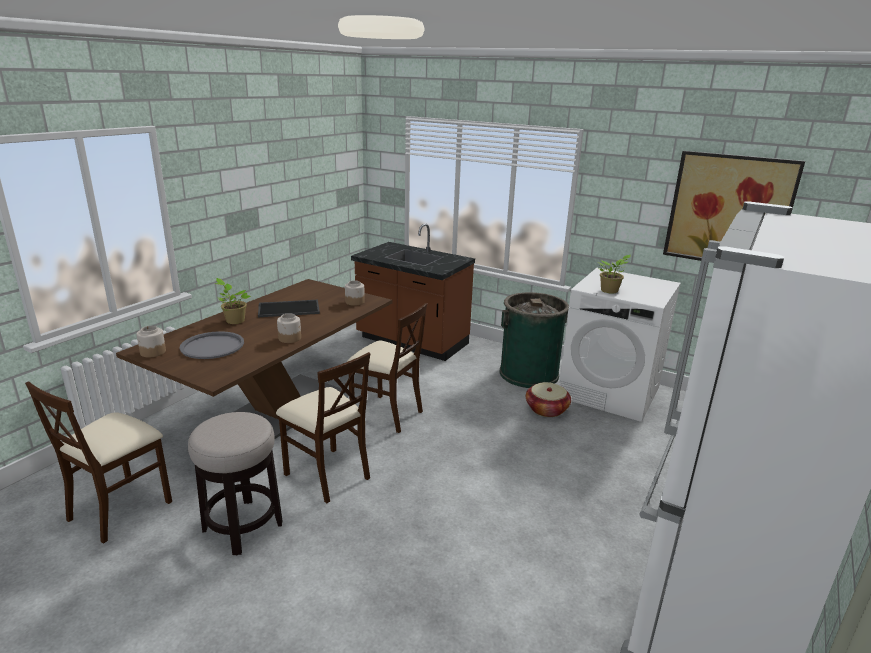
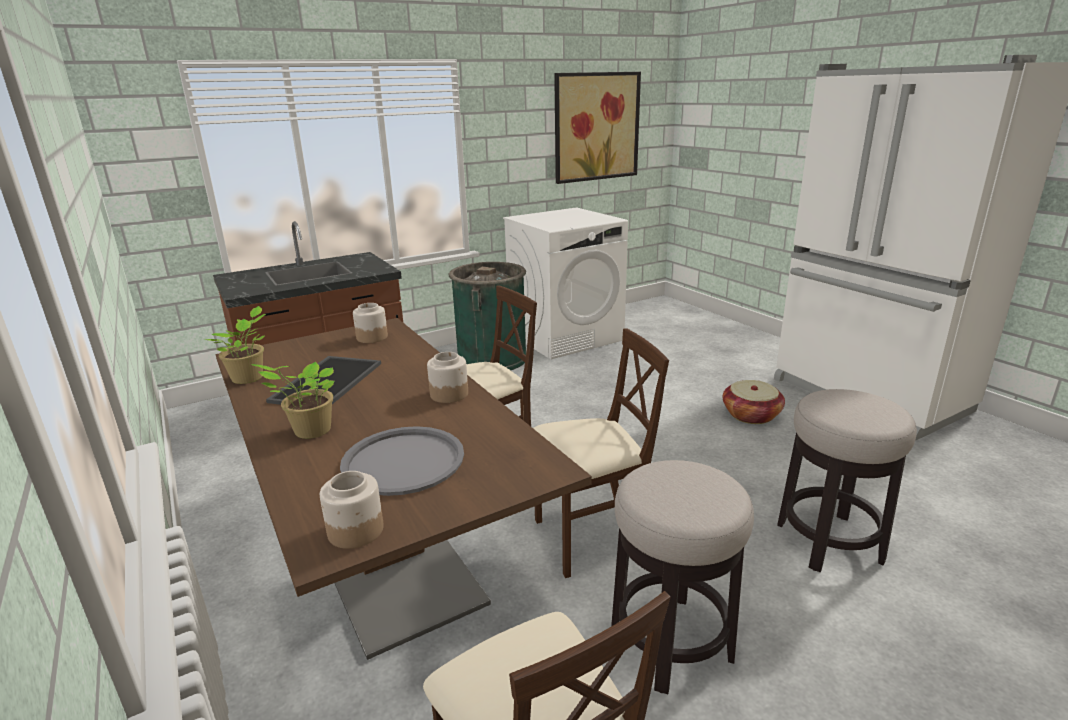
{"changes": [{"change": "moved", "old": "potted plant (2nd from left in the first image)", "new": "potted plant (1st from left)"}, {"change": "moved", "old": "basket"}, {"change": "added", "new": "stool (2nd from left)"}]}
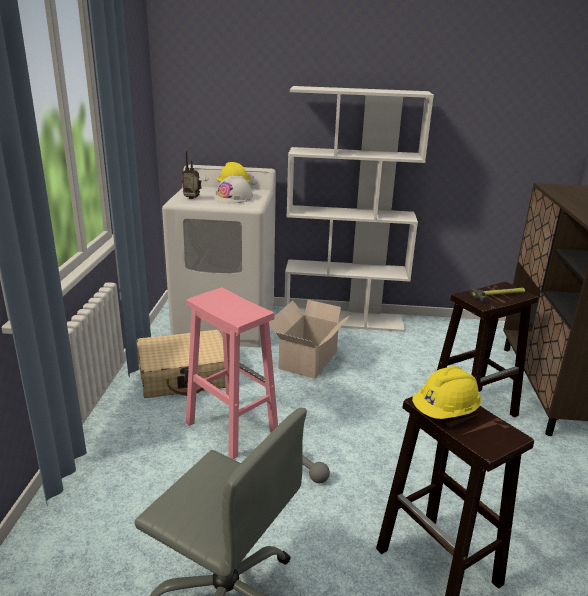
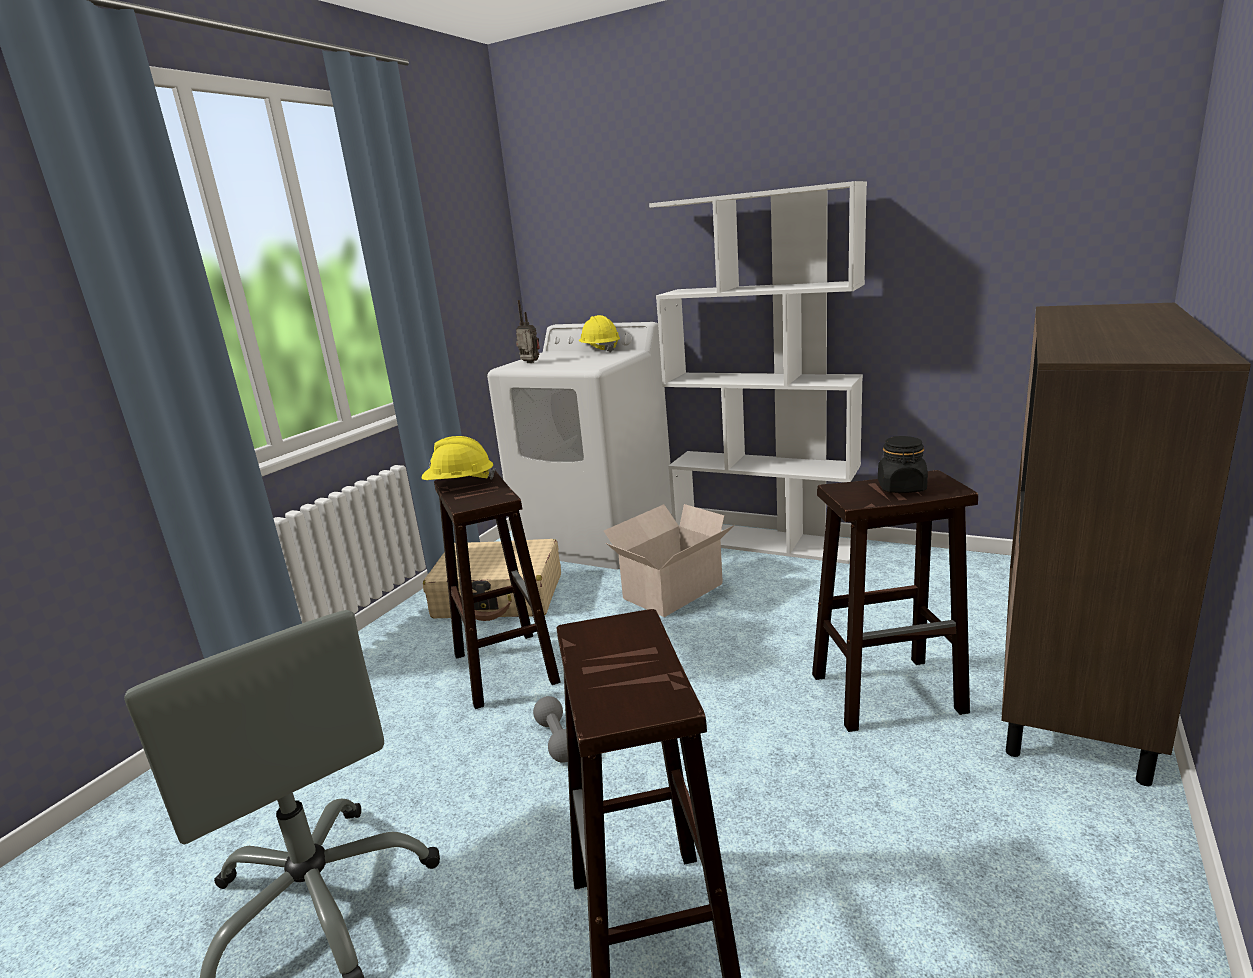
{"changes": [{"change": "moved", "old": "yellow hard hat (2nd from left in the first image)", "new": "yellow hard hat (1st from left)"}, {"change": "recoloured", "old": "pink stool", "new": "brown stool (1st from left)"}, {"change": "replaced", "old": "hammer", "new": "black jar"}, {"change": "removed", "old": "white hard hat"}]}
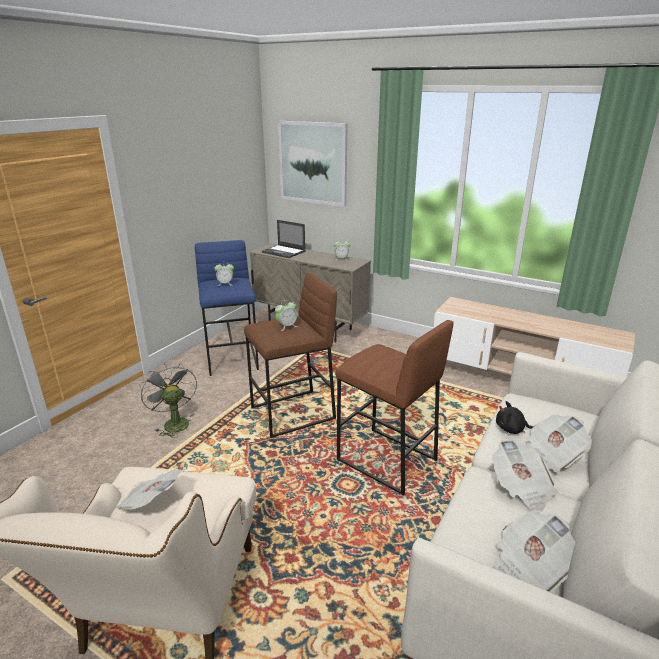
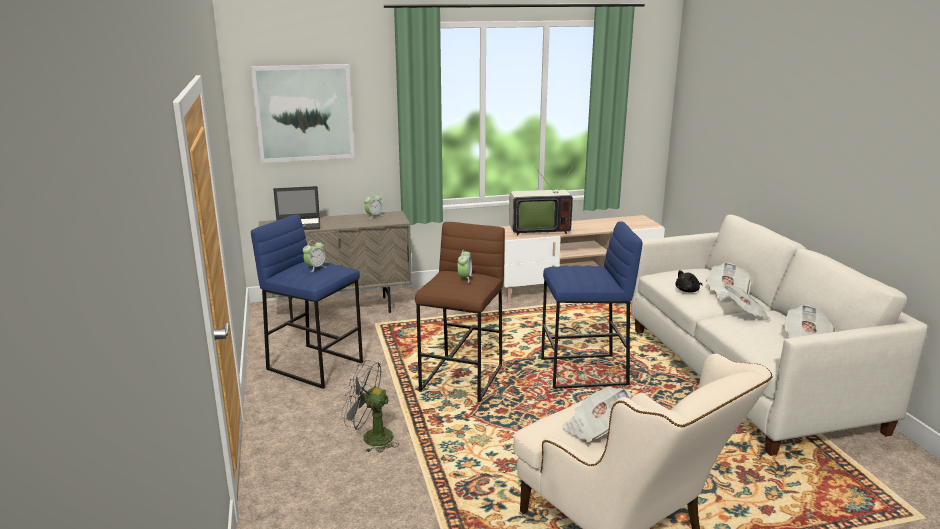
{"changes": [{"change": "added", "new": "television"}, {"change": "recoloured", "old": "brown stool (2nd from left)", "new": "blue stool (2nd from left)"}]}
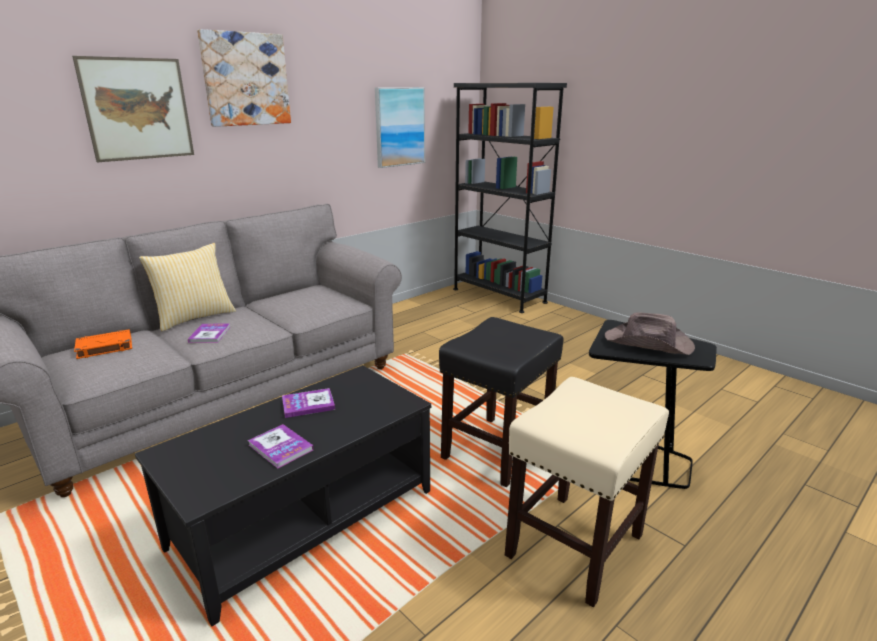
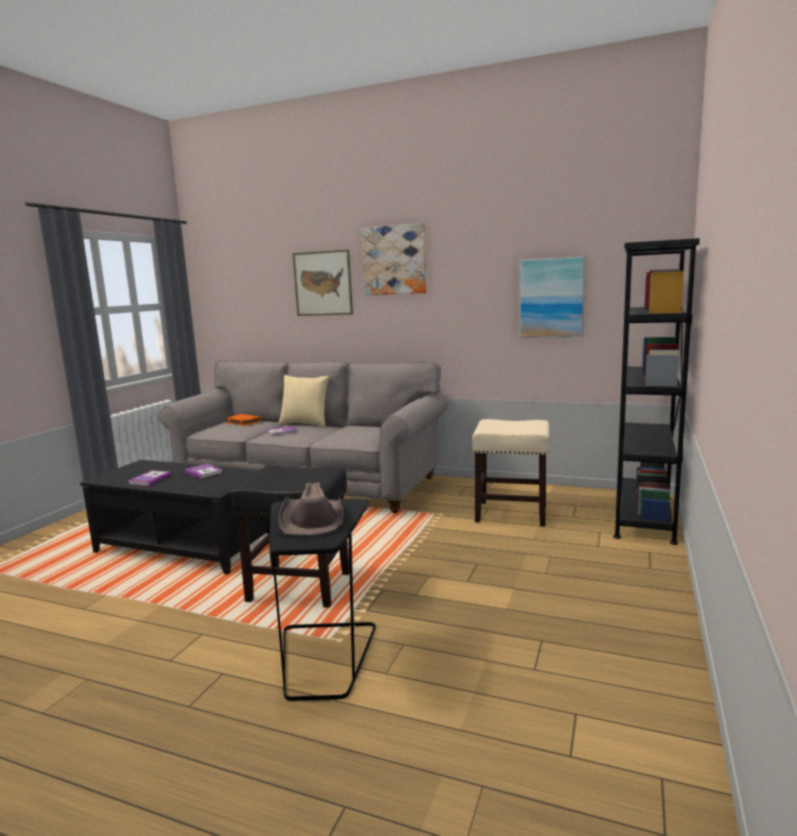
{"changes": [{"change": "moved", "old": "beige stool"}]}
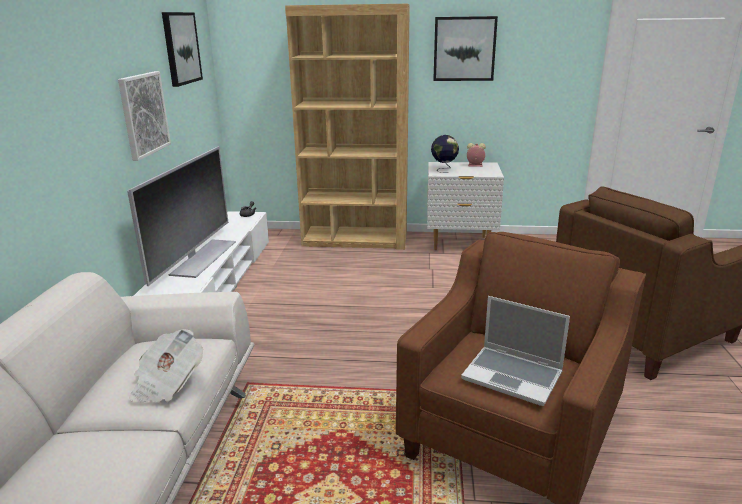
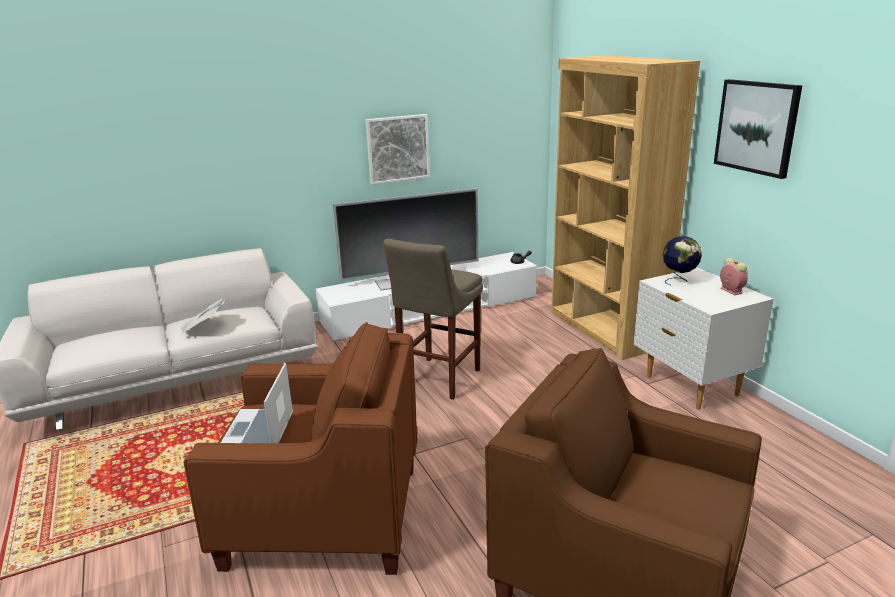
{"changes": [{"change": "added", "new": "beige stool"}, {"change": "removed", "old": "picture (2nd from left)"}]}
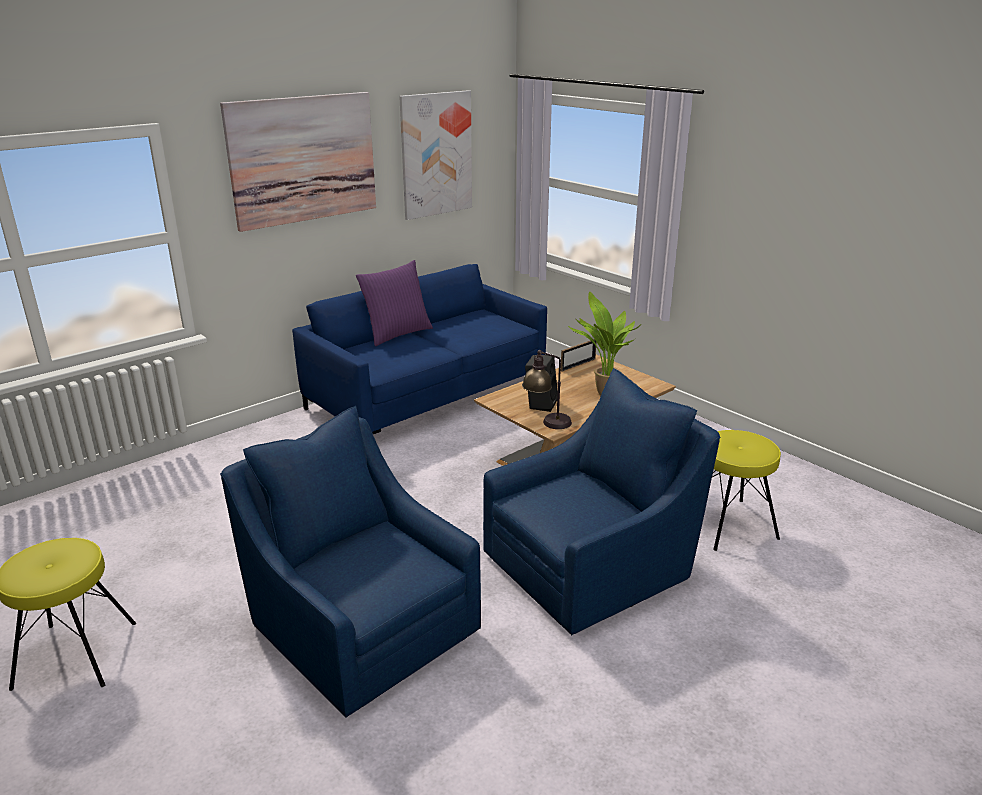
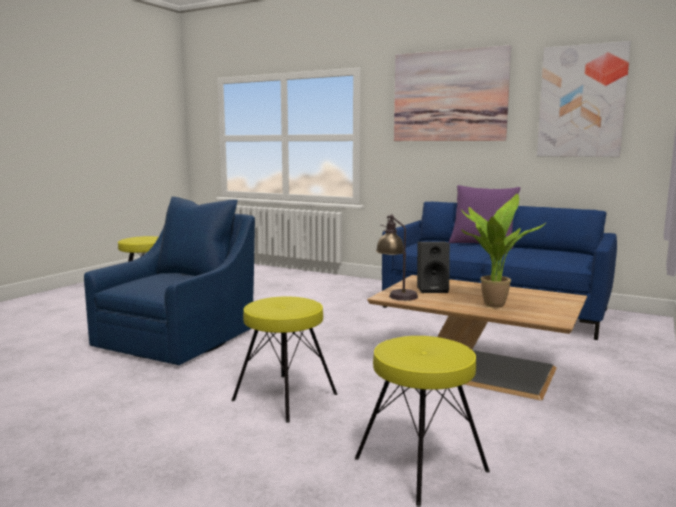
{"changes": [{"change": "replaced", "old": "blue armchair (2nd from left)", "new": "yellow stool (2nd from left)"}, {"change": "removed", "old": "picture frame"}]}
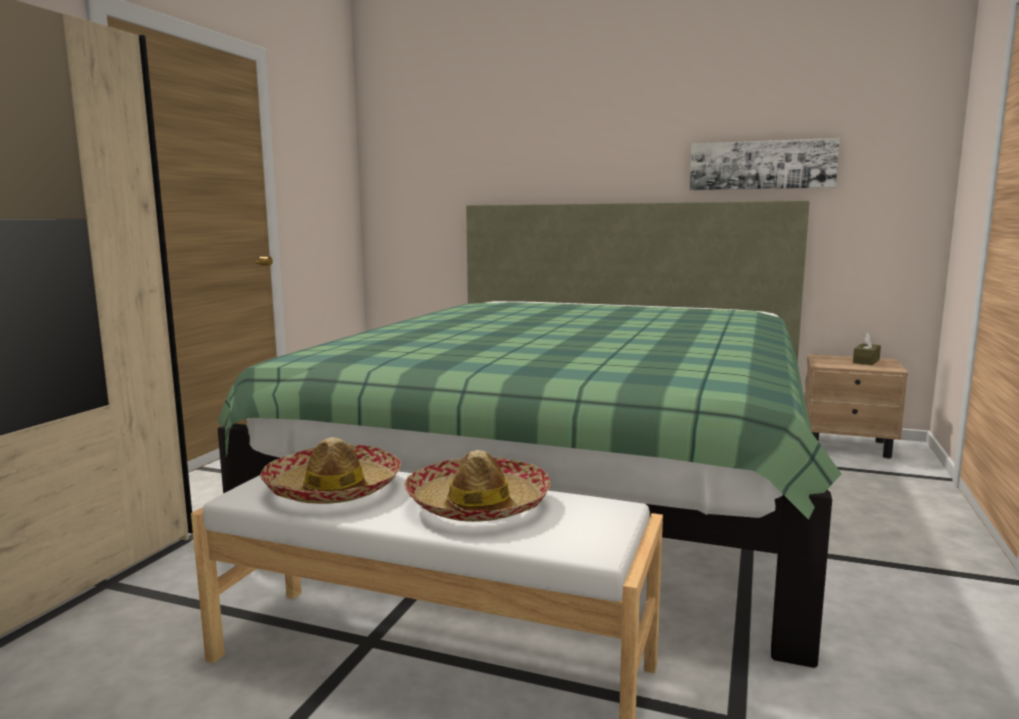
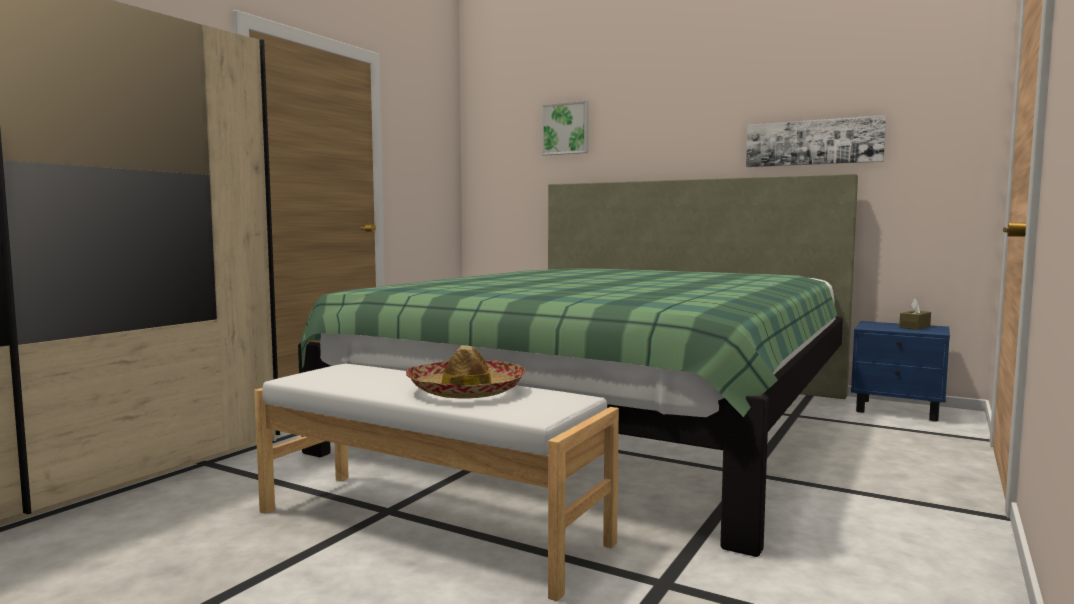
{"changes": [{"change": "added", "new": "picture (1st from left)"}, {"change": "recoloured", "old": "beige nightstand", "new": "blue nightstand"}, {"change": "removed", "old": "hat (1st from left)"}]}
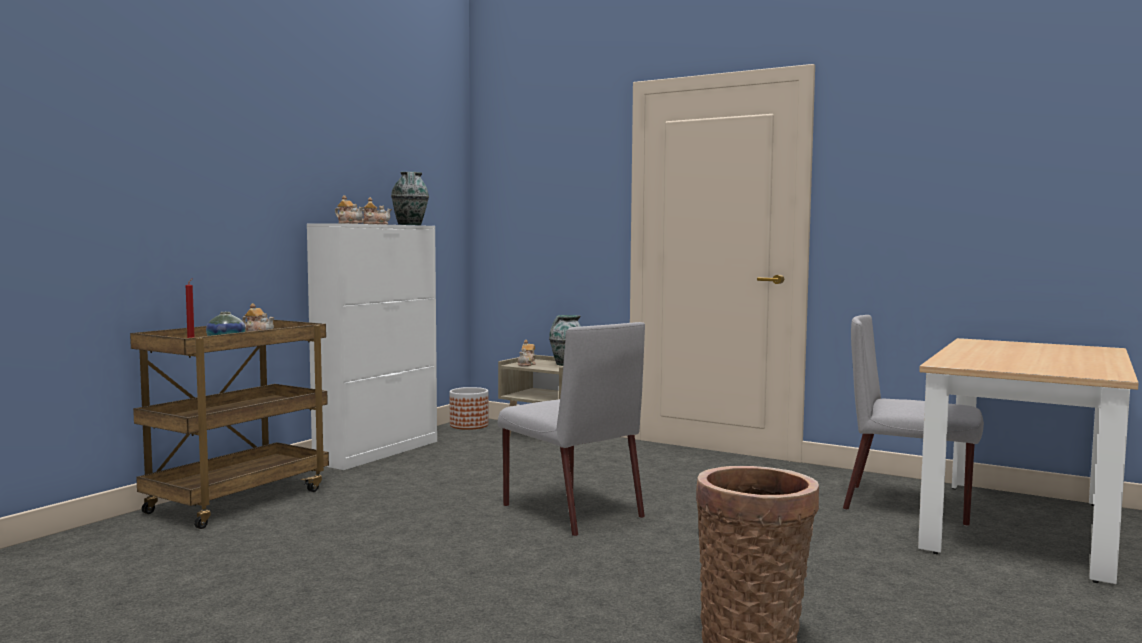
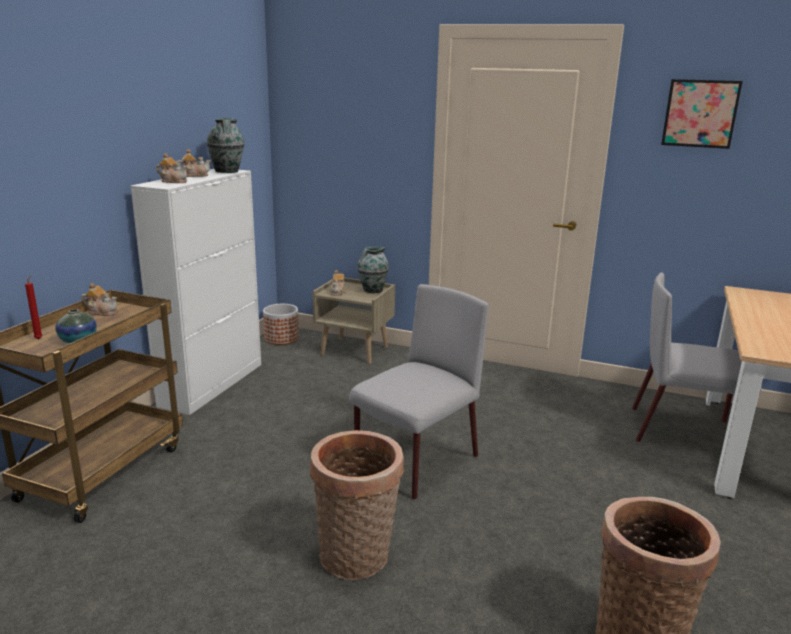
{"changes": [{"change": "added", "new": "basket (1st from left)"}, {"change": "turned", "old": "grey chair (1st from left)", "degrees": -90}, {"change": "added", "new": "picture"}]}
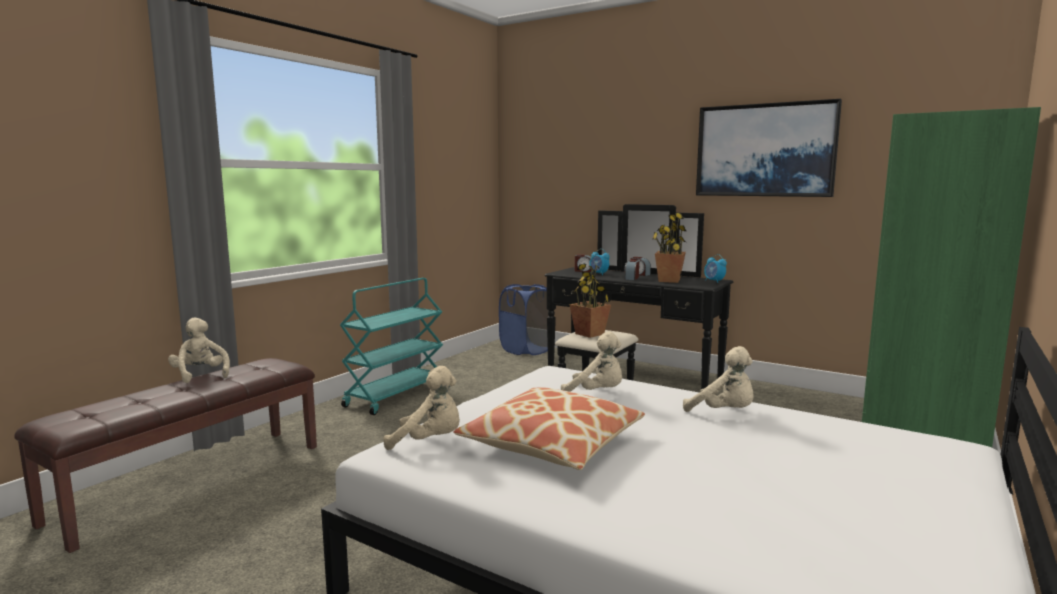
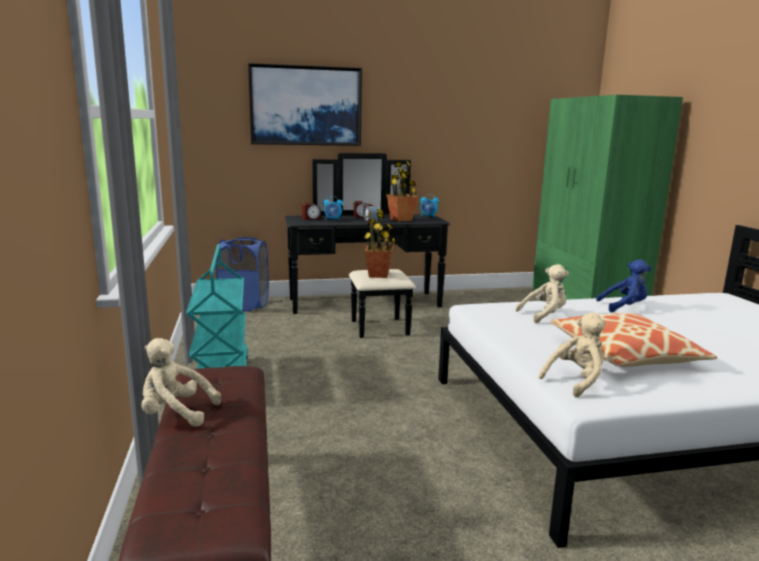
{"changes": [{"change": "moved", "old": "picture"}, {"change": "recoloured", "old": "beige plush toy (4th from left)", "new": "blue plush toy"}]}
